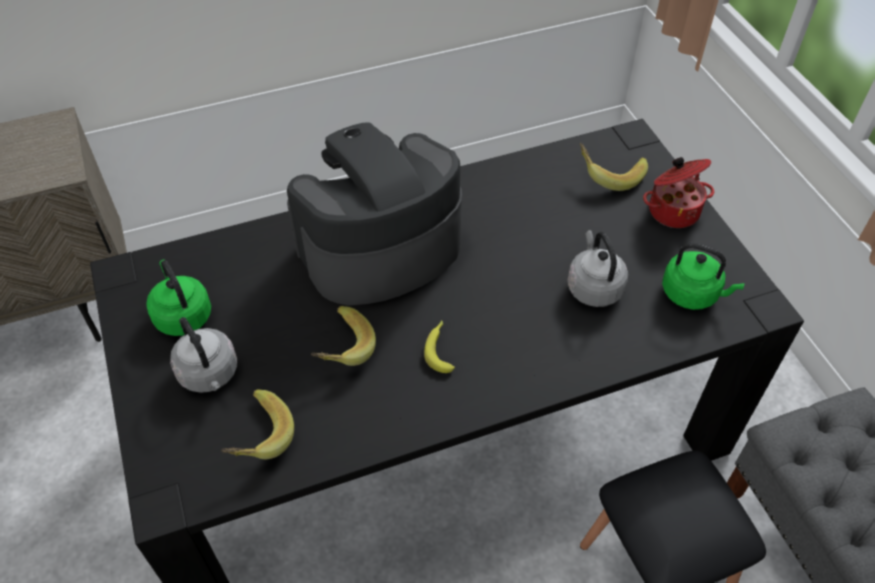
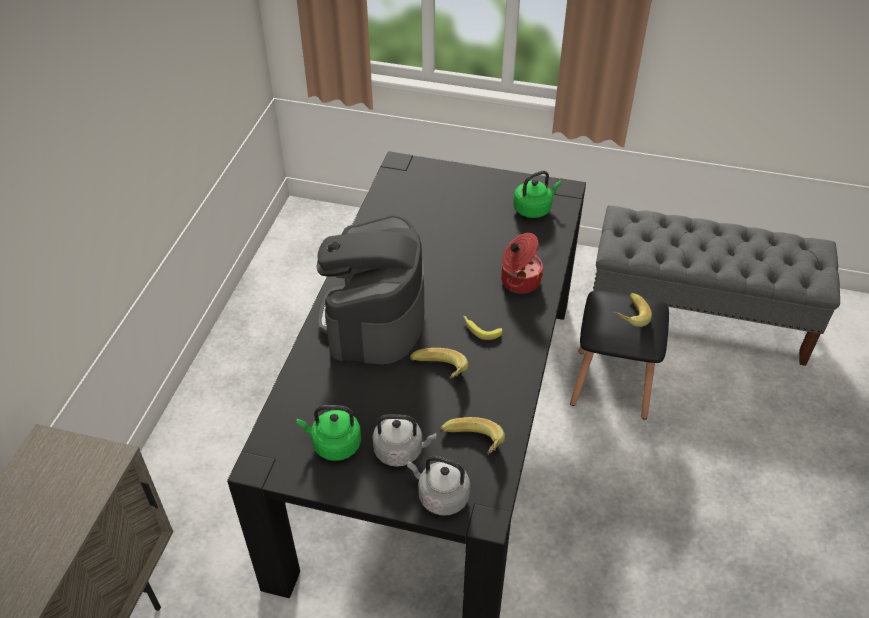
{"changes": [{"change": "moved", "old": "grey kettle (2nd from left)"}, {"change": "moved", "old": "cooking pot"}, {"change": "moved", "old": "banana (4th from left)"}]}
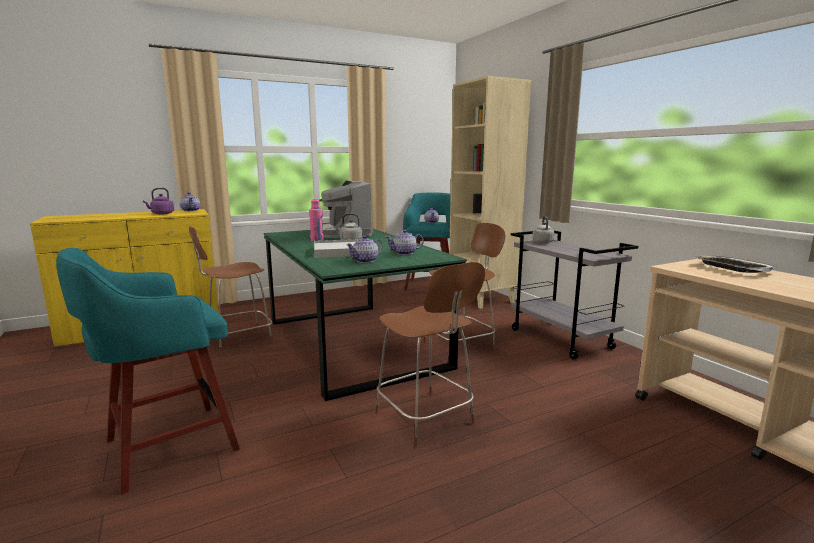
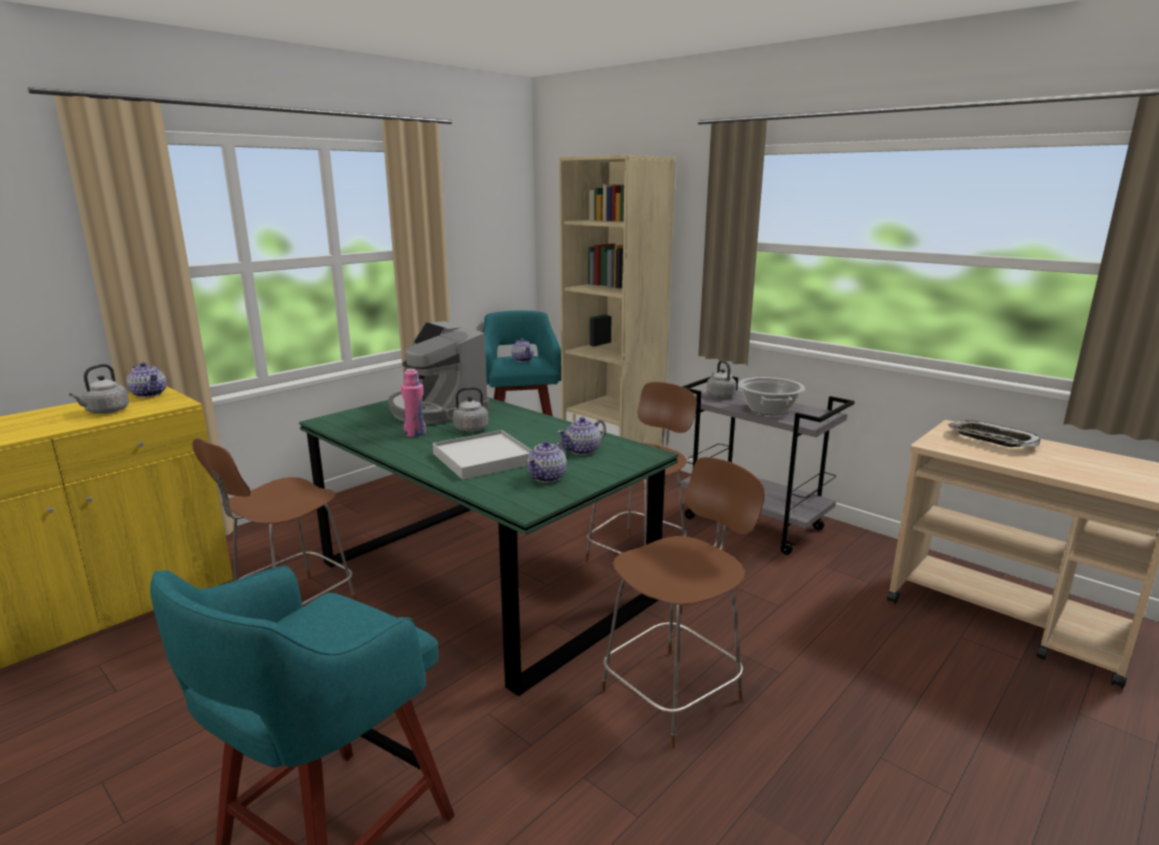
{"changes": [{"change": "recoloured", "old": "purple kettle", "new": "grey kettle (1st from left)"}, {"change": "turned", "old": "brown chair (2nd from left in the first image)", "degrees": -75}, {"change": "added", "new": "cooking pot"}]}
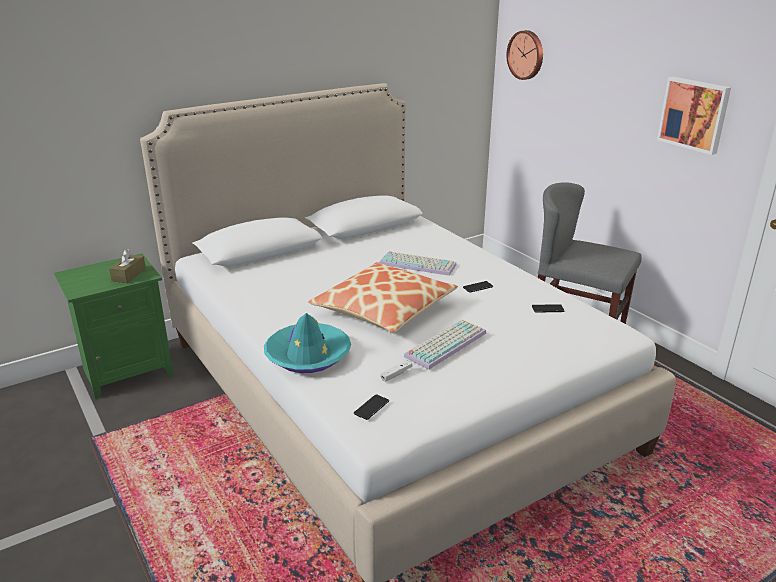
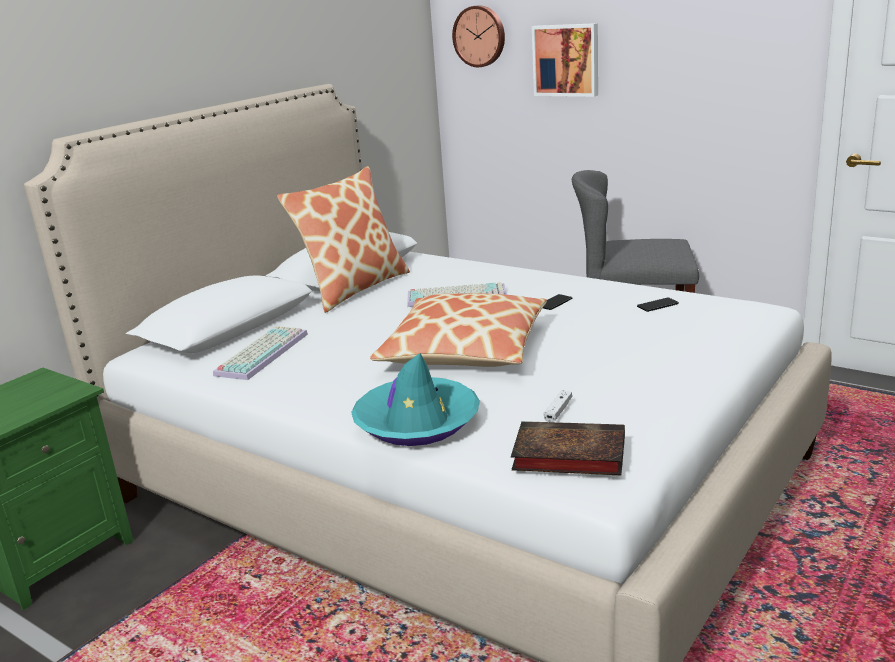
{"changes": [{"change": "moved", "old": "keyboard (2nd from left in the first image)", "new": "keyboard (1st from left)"}, {"change": "added", "new": "pillow (1st from left)"}, {"change": "replaced", "old": "phone (1st from left)", "new": "book"}, {"change": "moved", "old": "picture"}, {"change": "removed", "old": "brown tissue box"}]}
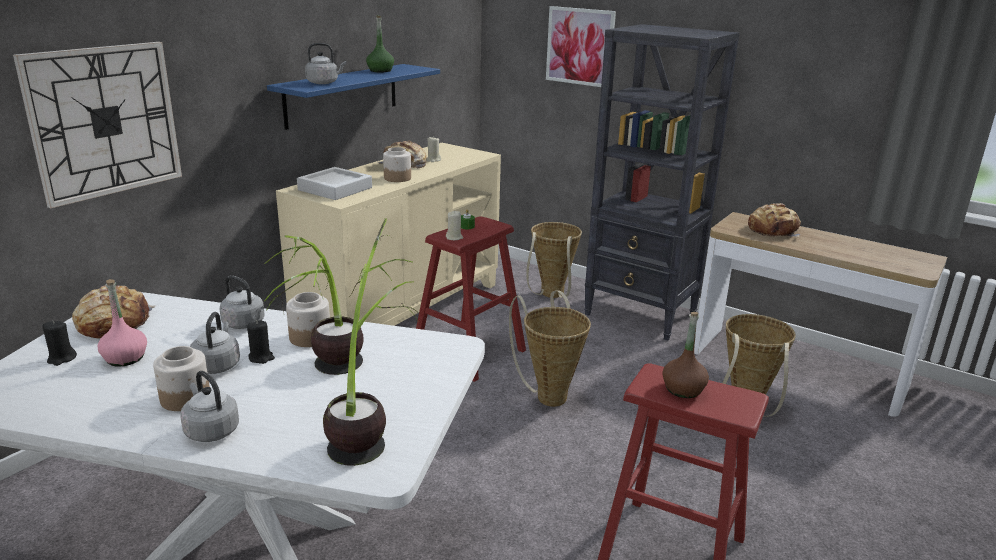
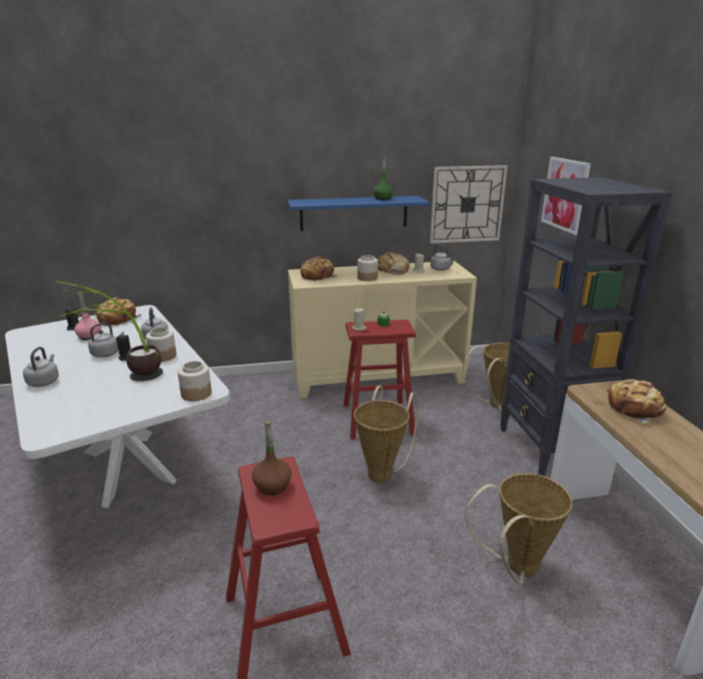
{"changes": [{"change": "moved", "old": "jar (1st from left in the first image)", "new": "jar (2nd from left)"}, {"change": "replaced", "old": "grey tray", "new": "bread (2nd from left)"}, {"change": "moved", "old": "wall clock"}, {"change": "moved", "old": "grey kettle (4th from left)"}, {"change": "removed", "old": "potted plant (2nd from left)"}]}
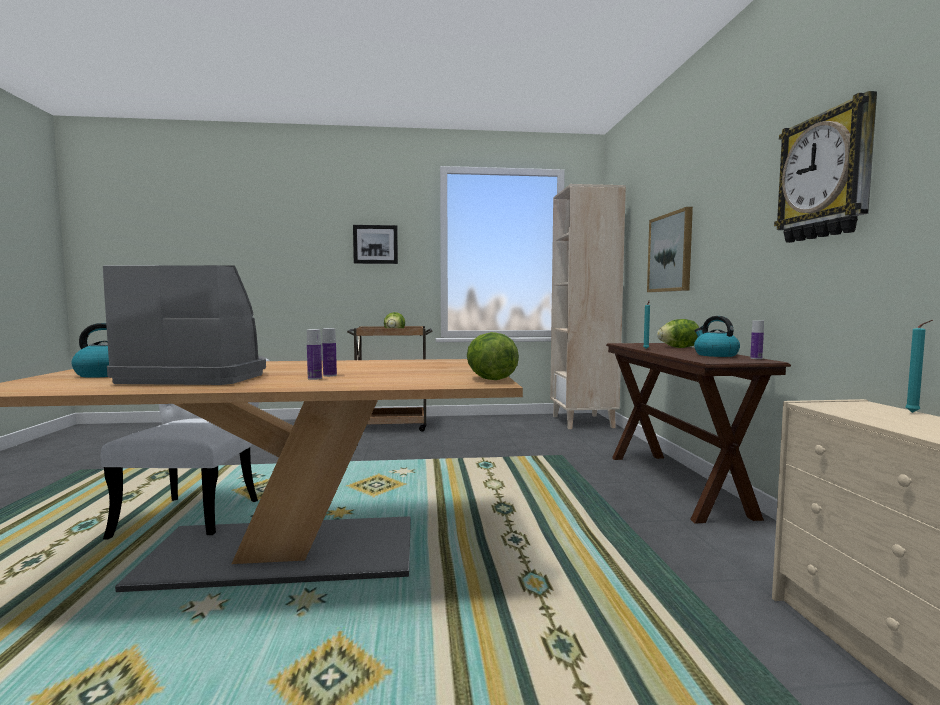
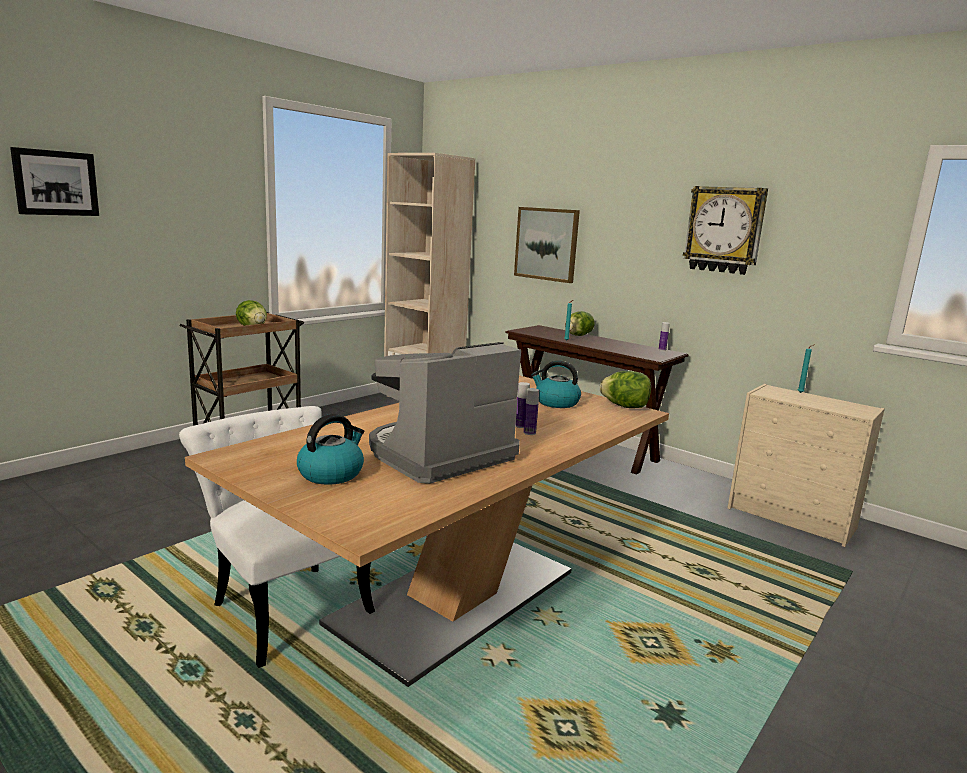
{"changes": [{"change": "moved", "old": "picture (1st from left)"}, {"change": "moved", "old": "kettle (2nd from left)"}]}
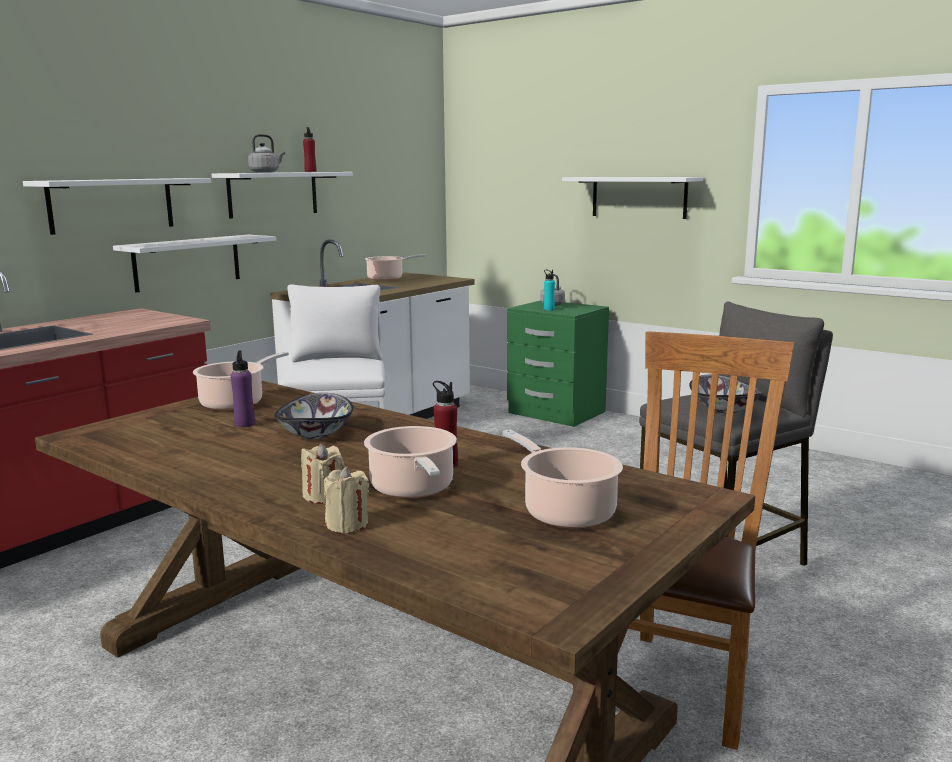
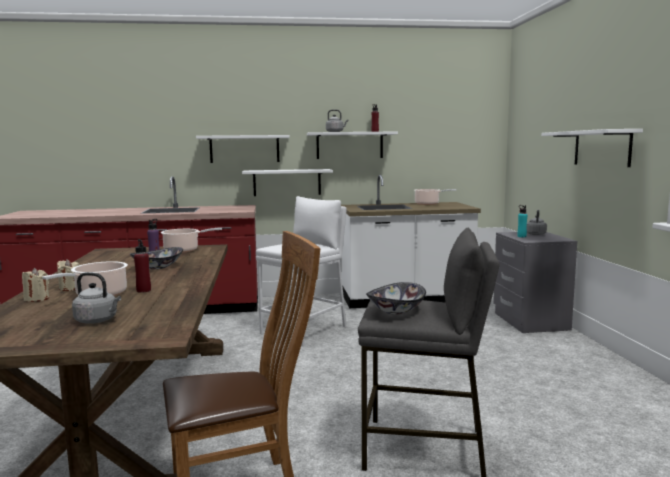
{"changes": [{"change": "replaced", "old": "cooking pot (4th from left)", "new": "grey kettle (1st from left)"}, {"change": "recoloured", "old": "green nightstand", "new": "grey nightstand"}]}
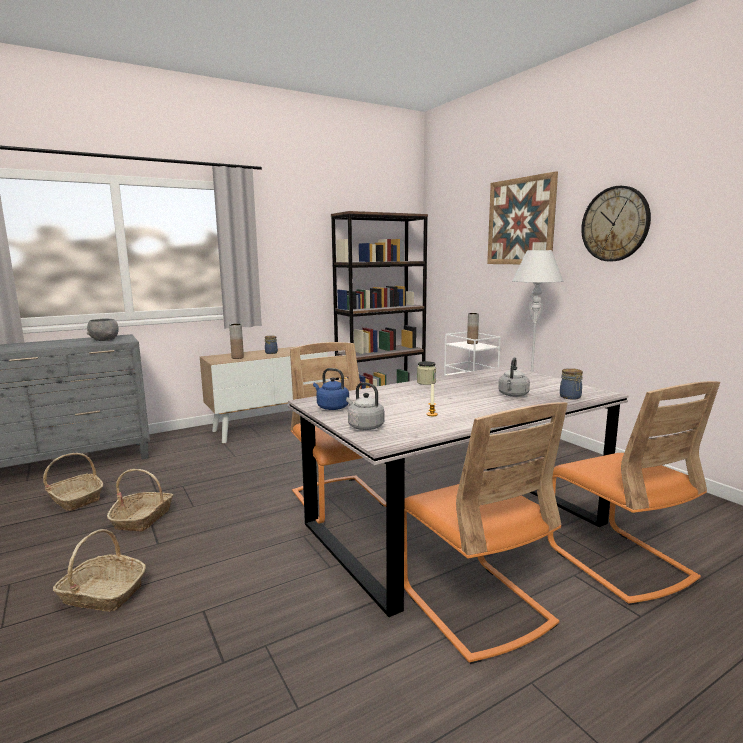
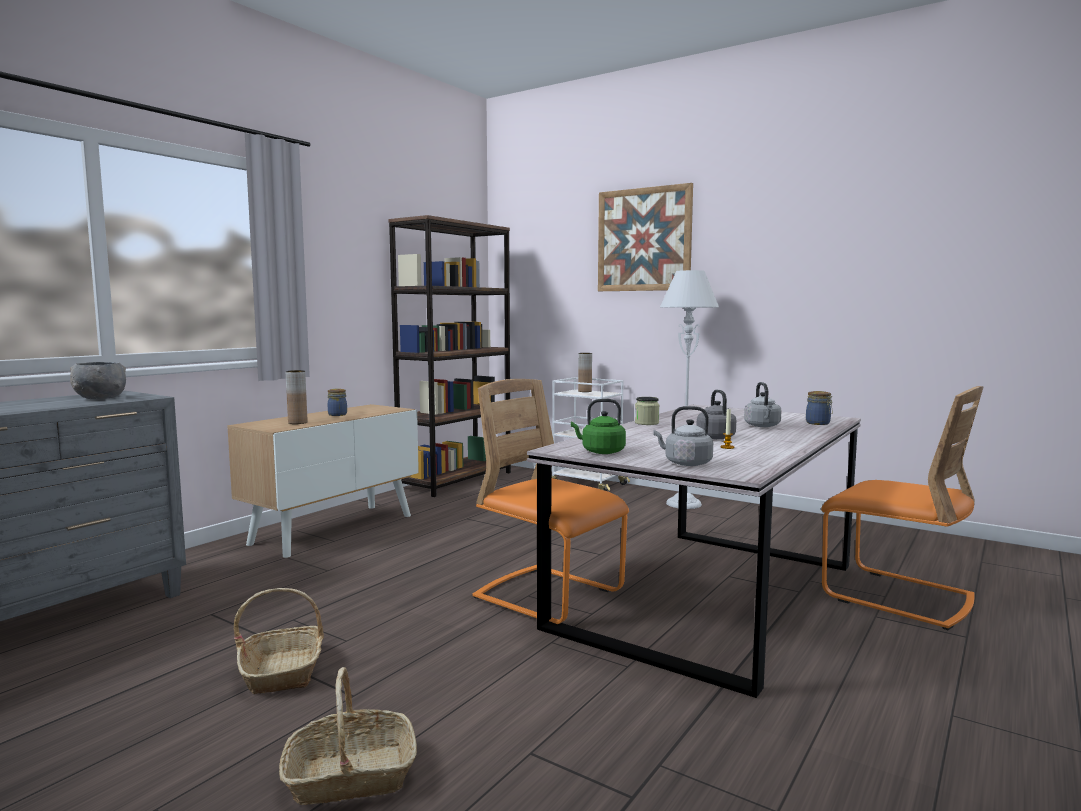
{"changes": [{"change": "recoloured", "old": "blue kettle", "new": "green kettle"}, {"change": "added", "new": "grey kettle (2nd from left)"}, {"change": "removed", "old": "basket (1st from left)"}, {"change": "removed", "old": "orange chair (2nd from left)"}, {"change": "removed", "old": "wall clock"}]}
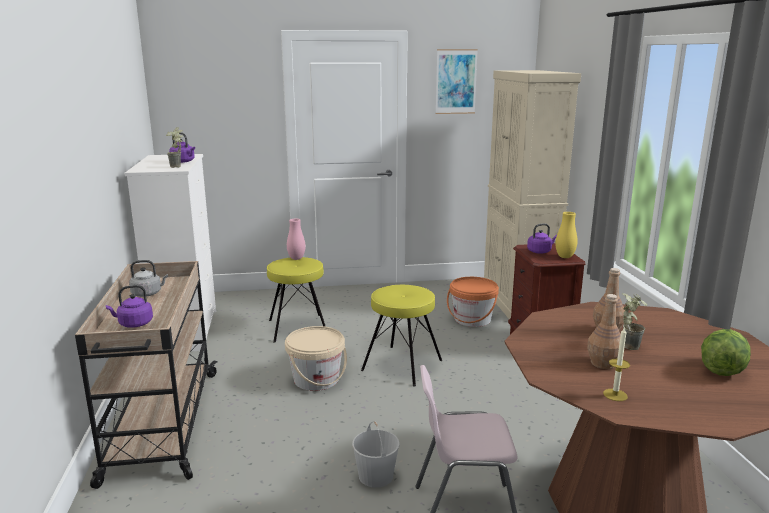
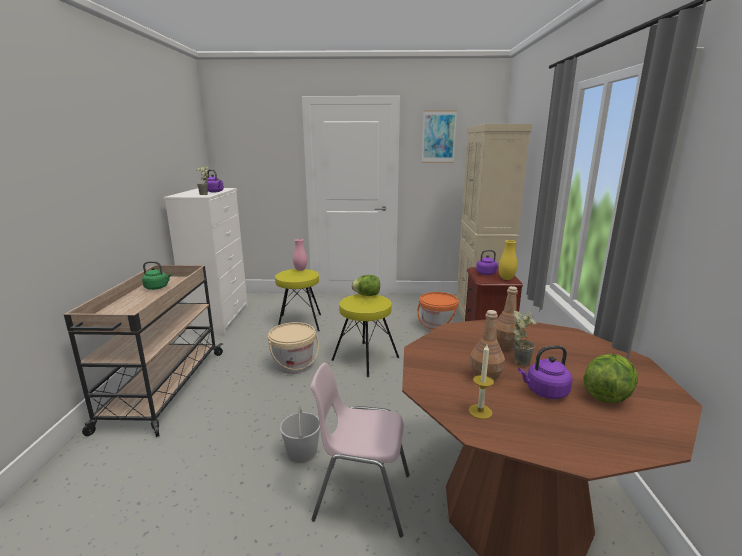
{"changes": [{"change": "recoloured", "old": "grey kettle", "new": "green kettle"}, {"change": "added", "new": "lettuce (1st from left)"}, {"change": "moved", "old": "purple kettle (1st from left in the first image)", "new": "purple kettle (3rd from left)"}]}
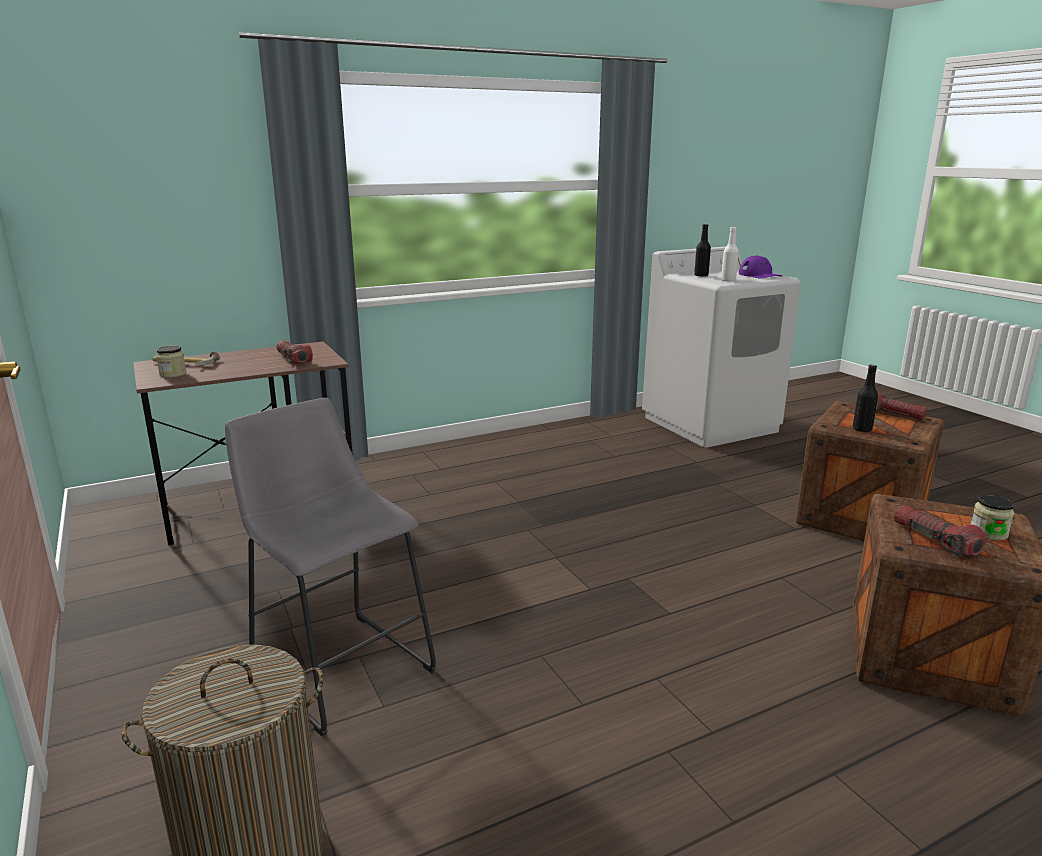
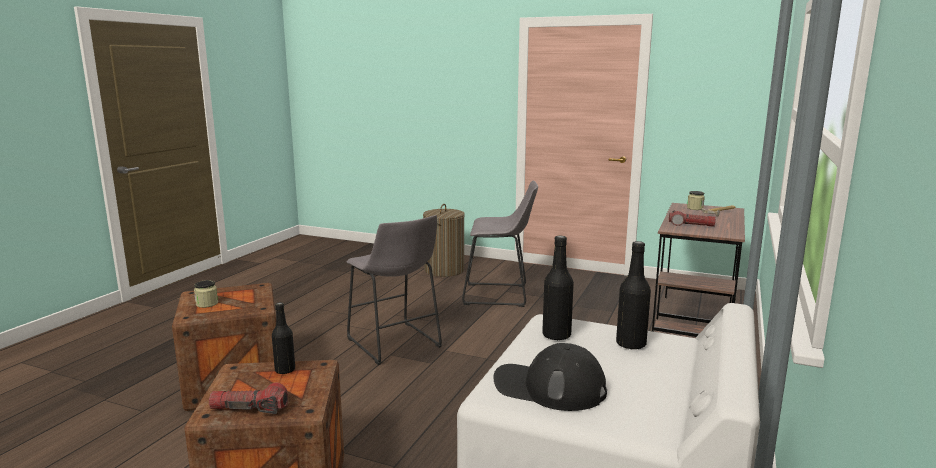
{"changes": [{"change": "added", "new": "grey stool (1st from left)"}, {"change": "recoloured", "old": "purple cap", "new": "black cap"}, {"change": "recoloured", "old": "white bottle", "new": "black bottle (2nd from left)"}, {"change": "removed", "old": "flashlight (3rd from left)"}]}
